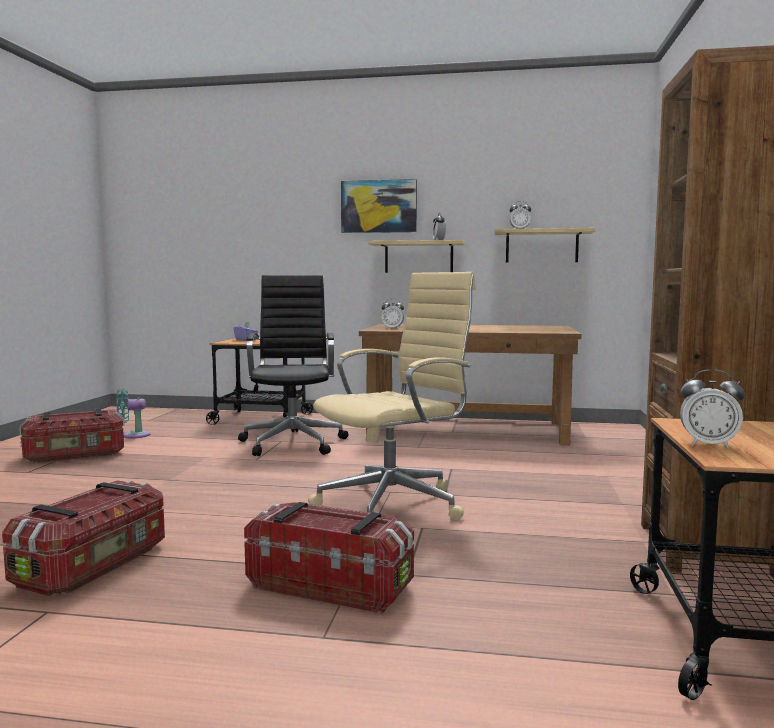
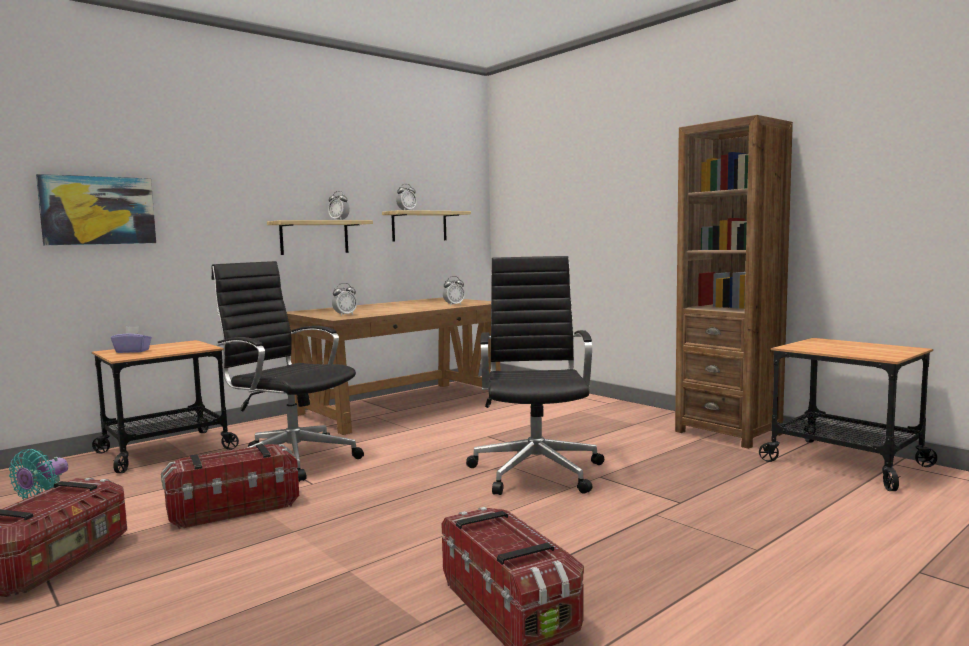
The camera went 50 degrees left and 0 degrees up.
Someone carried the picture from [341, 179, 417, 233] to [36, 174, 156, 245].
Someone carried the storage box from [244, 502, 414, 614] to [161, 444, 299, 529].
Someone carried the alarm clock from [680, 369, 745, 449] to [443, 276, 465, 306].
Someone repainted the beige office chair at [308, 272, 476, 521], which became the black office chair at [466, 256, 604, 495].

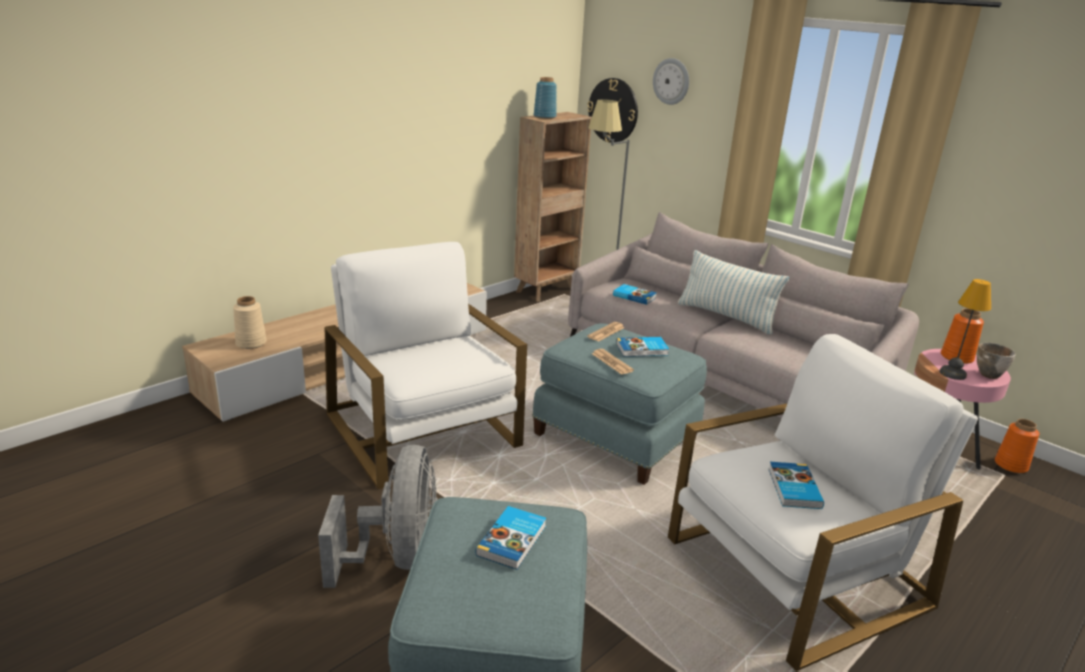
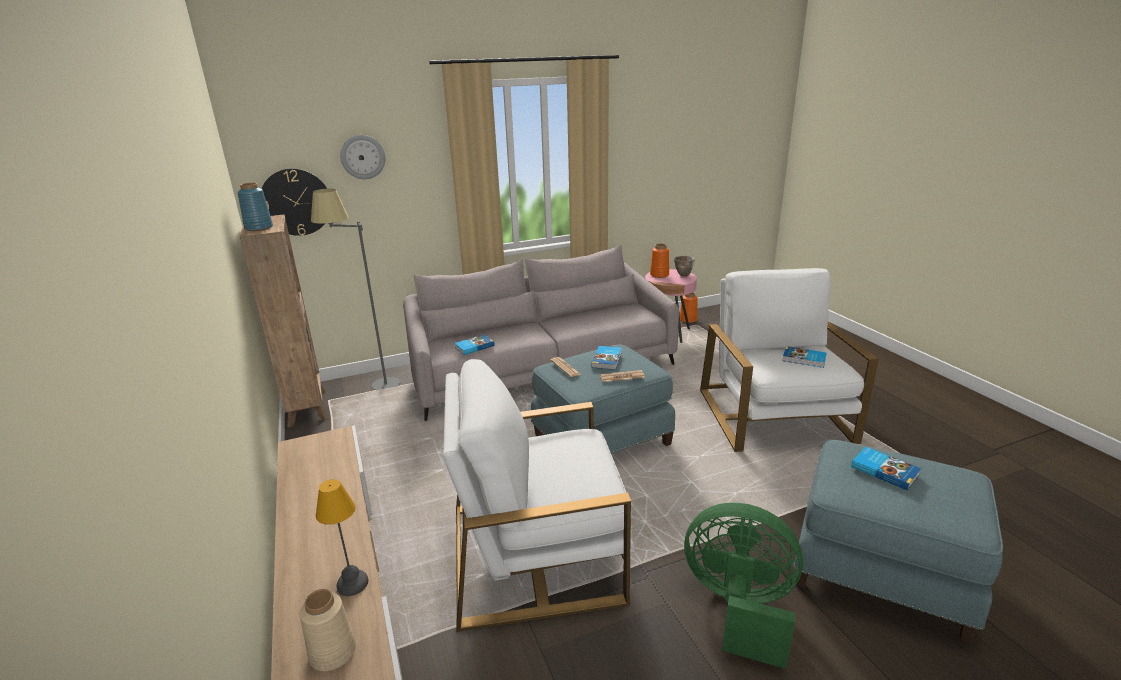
The camera went 65 degrees left and 0 degrees up.
Someone carried the table lamp from [940, 279, 991, 380] to [316, 479, 368, 596].
Someone repainted the grey fan at [318, 445, 438, 588], which became the green fan at [684, 503, 803, 669].
Someone took away the pillow at [678, 250, 790, 335].

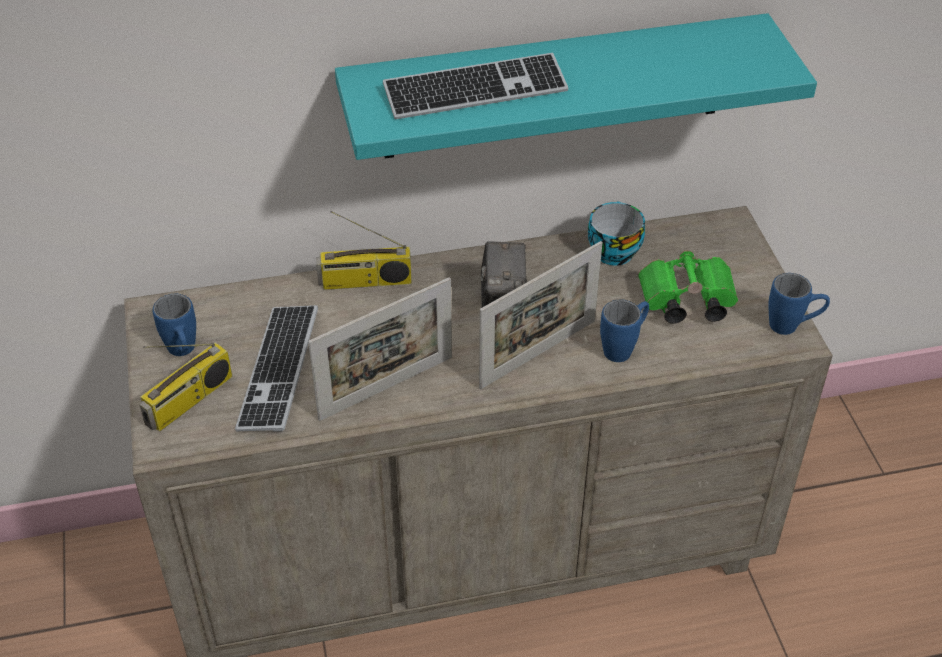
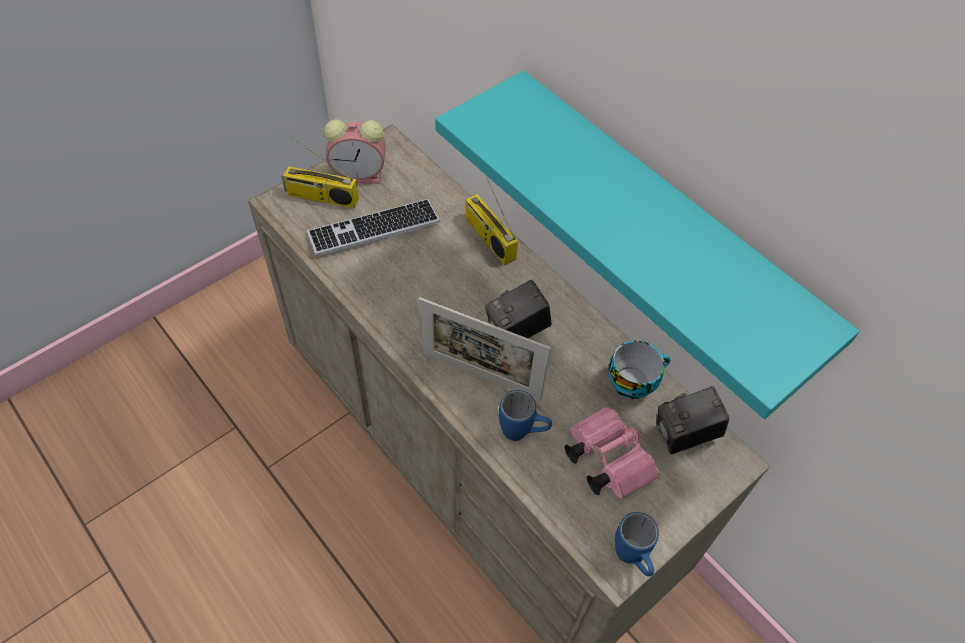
The camera went 60 degrees right and 10 degrees up.
Someone swapped the blue mug at [153, 294, 196, 356] for the alarm clock at [324, 119, 386, 184].
Someone repainted the green binoculars at [638, 250, 738, 323], which became the pink binoculars at [565, 407, 659, 499].
Someone put down the photo camera at [656, 386, 729, 454].
Someone took away the picture frame at [308, 277, 452, 421].
Someone took away the keyboard at [383, 53, 568, 119].

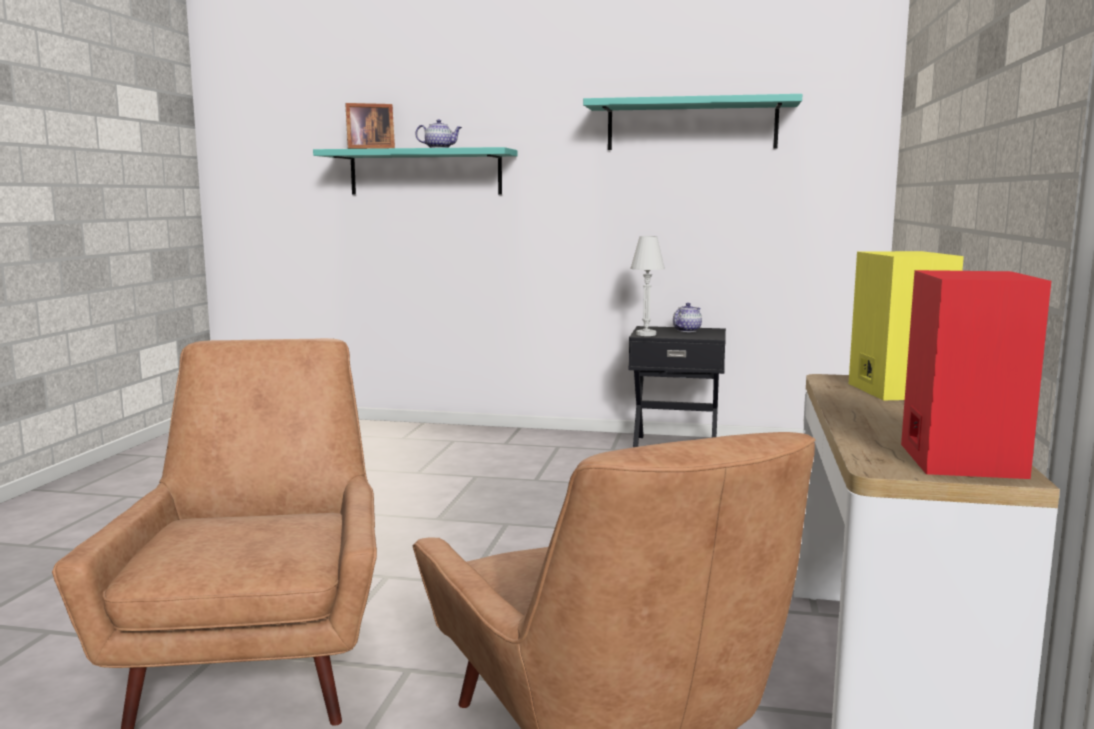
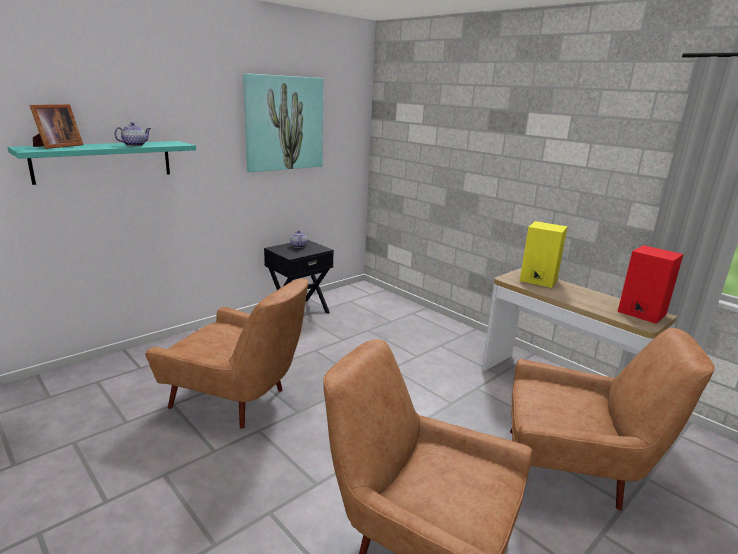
The camera went 55 degrees left and 10 degrees up.
Someone put down the brown armchair at [145, 278, 308, 429].
Someone swapped the turquoise shelf at [583, 94, 802, 150] for the picture at [243, 73, 324, 172].
Someone took away the white table lamp at [630, 236, 665, 336].

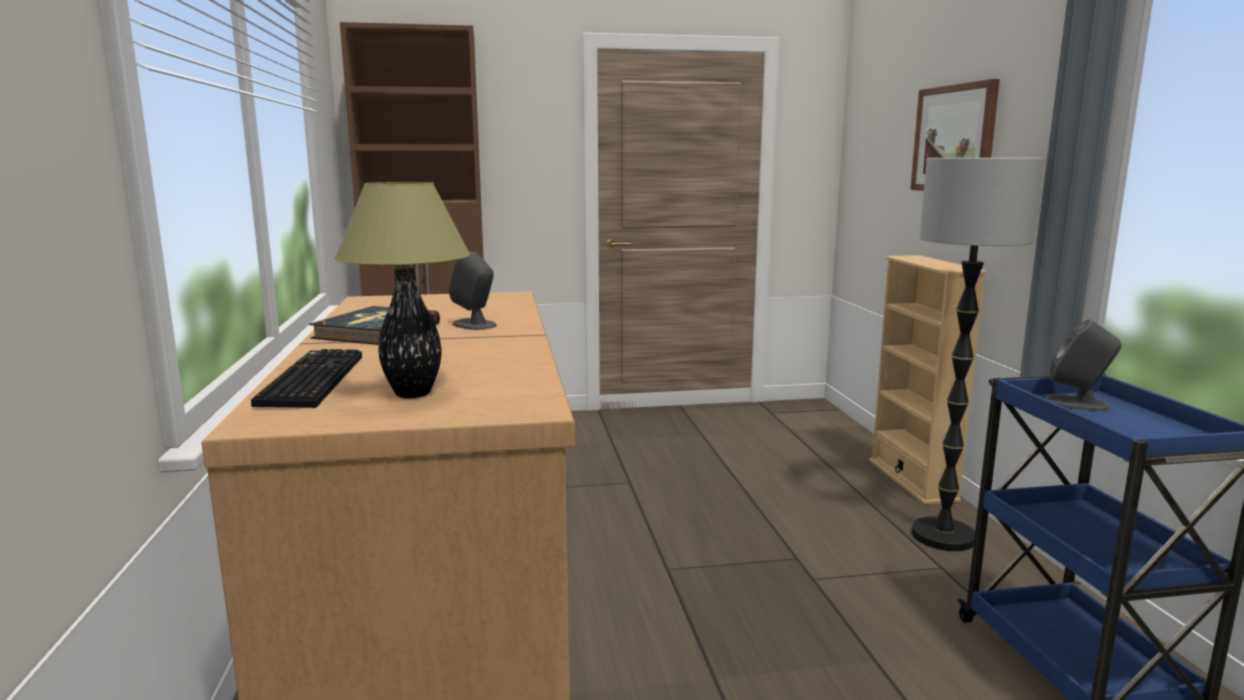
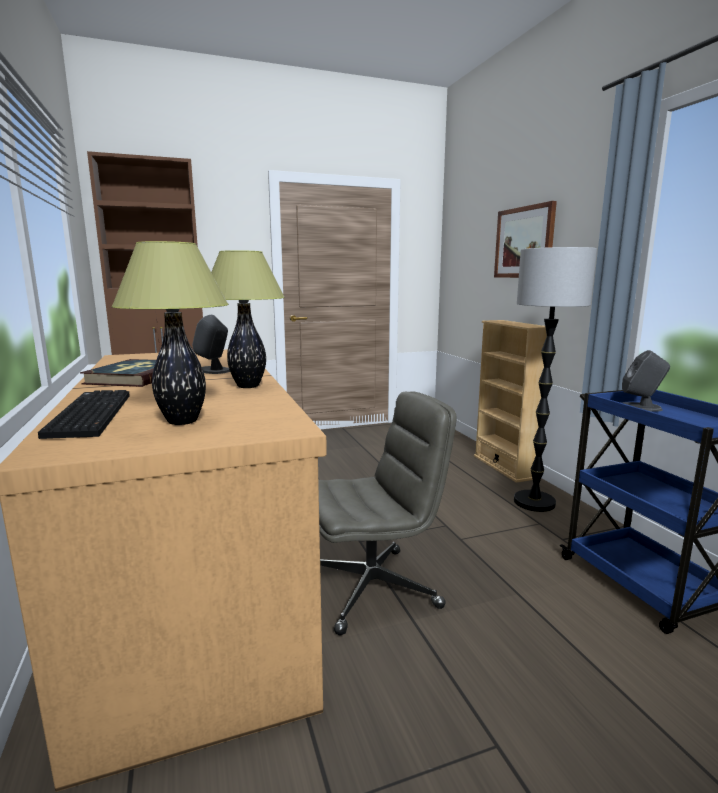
The camera went 10 degrees left and 0 degrees up.
Someone put down the table lamp at [211, 250, 285, 388].
Someone put down the grey office chair at [318, 391, 457, 635].

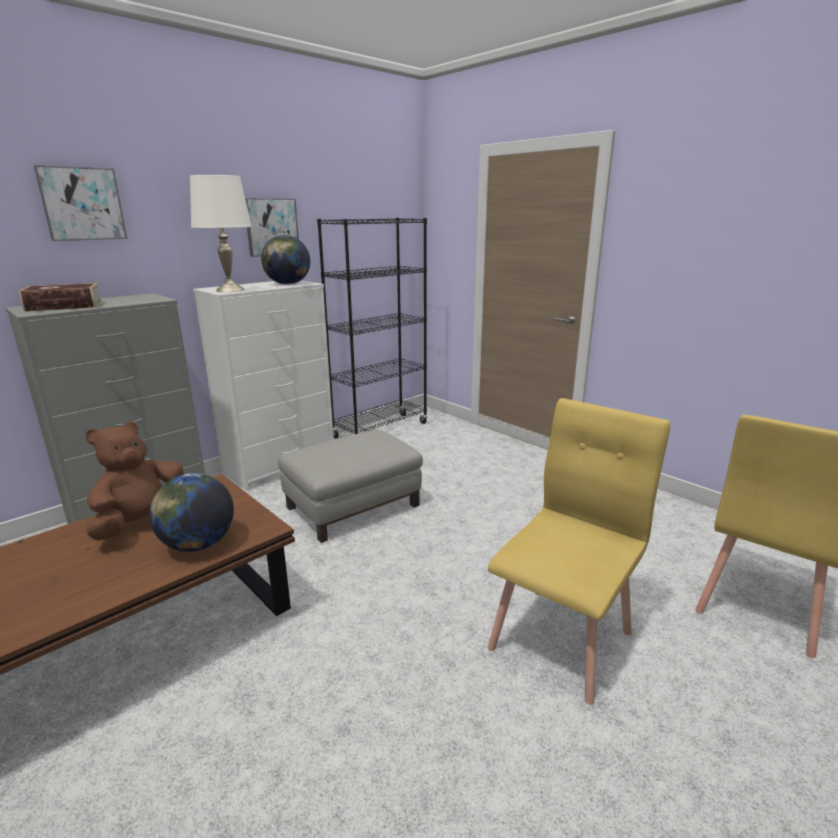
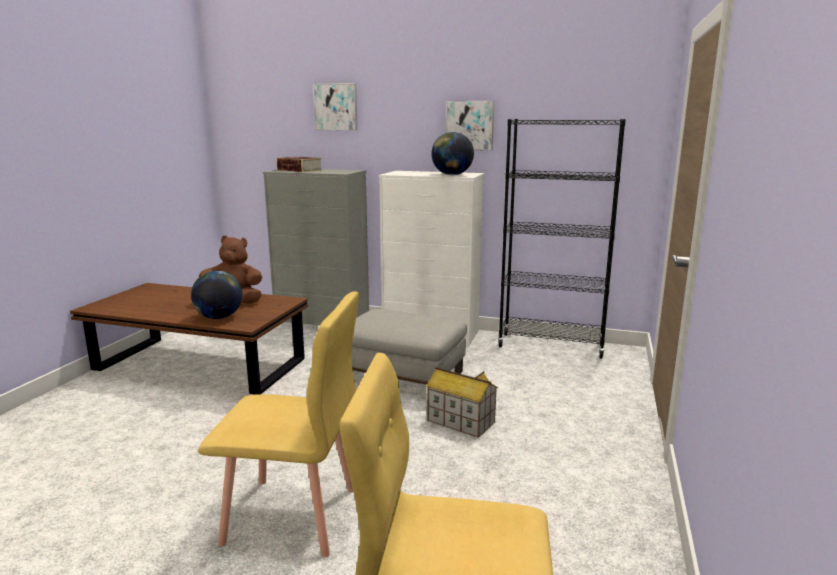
The camera went 60 degrees right and 5 degrees down.
Someone put down the toy house at [426, 367, 498, 438].
Someone took away the white table lamp at [190, 175, 252, 292].

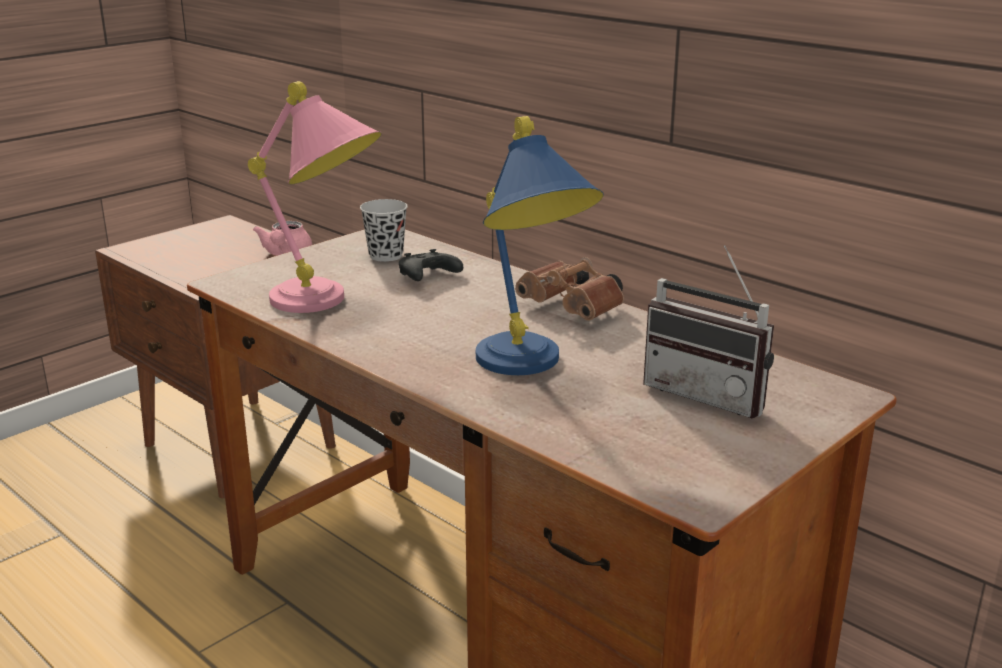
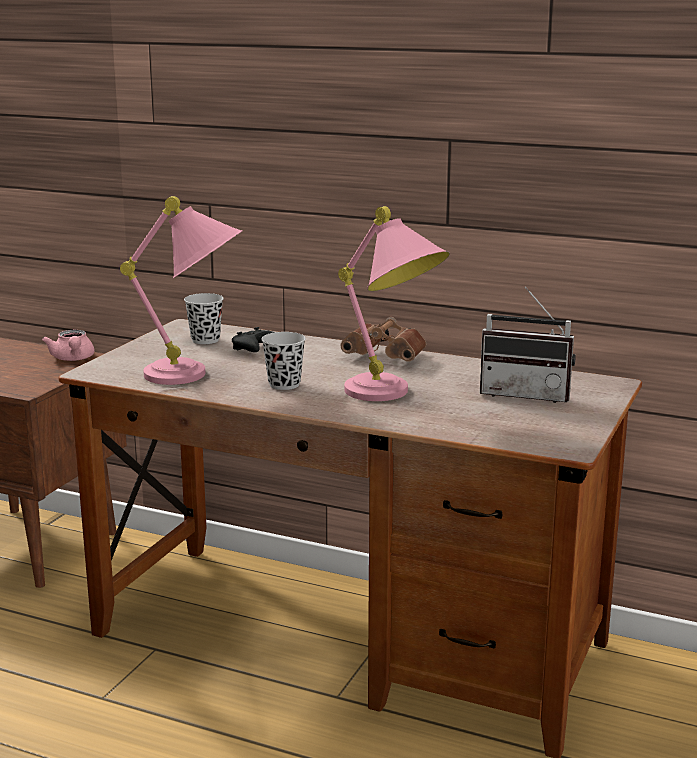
The camera went 20 degrees left and 5 degrees down.
Someone put down the black cup at [261, 332, 306, 390].
Someone repainted the blue table lamp at [476, 116, 604, 375], which became the pink table lamp at [338, 206, 450, 401].

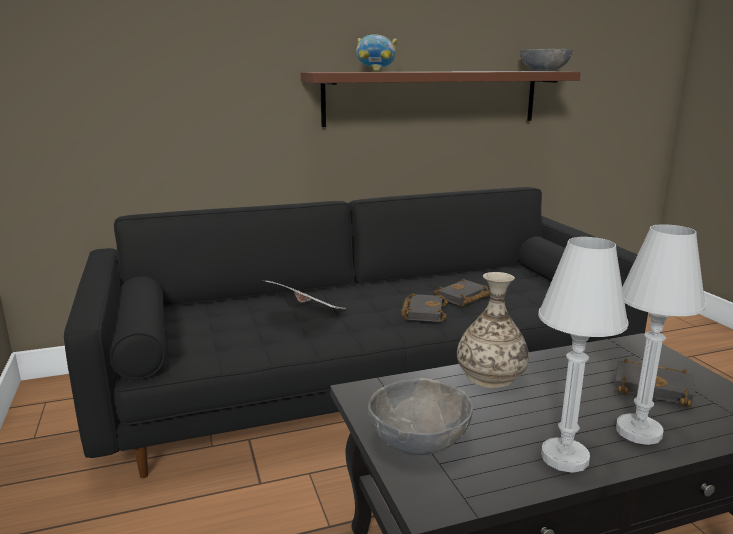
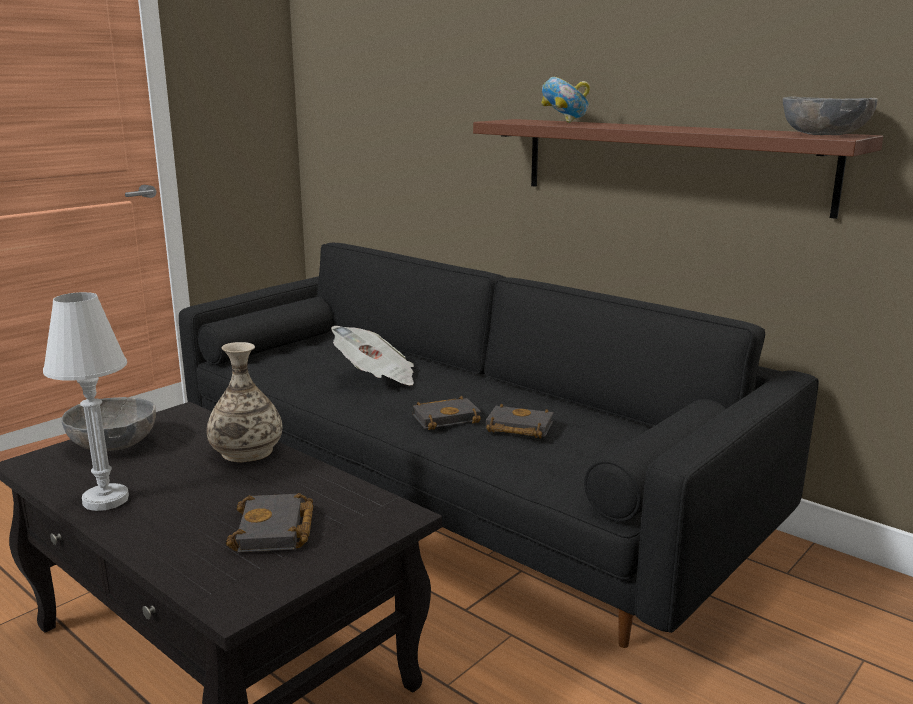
The camera went 60 degrees right and 0 degrees up.
Someone took away the white table lamp at [616, 224, 706, 445].

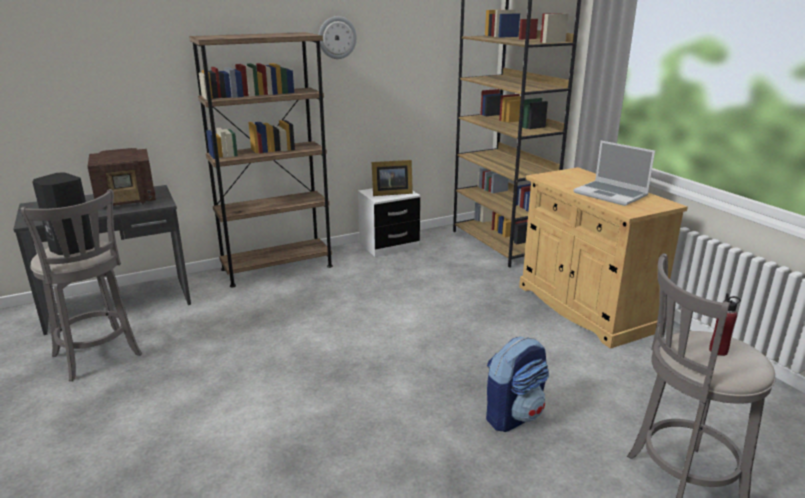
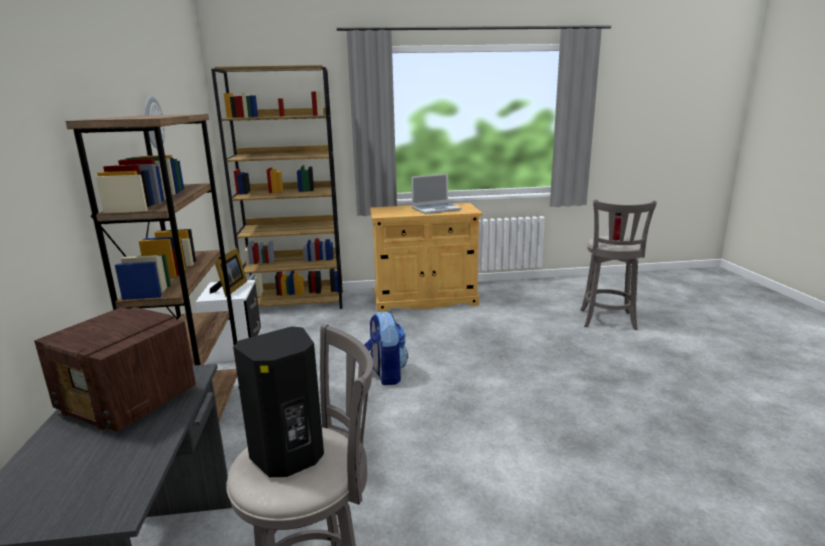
The camera went 70 degrees left and 5 degrees down.
Someone rotated the radio at [87, 148, 156, 206] by 120 degrees clockwise.
Someone carried the backpack from [486, 337, 549, 432] to [364, 311, 408, 385].

